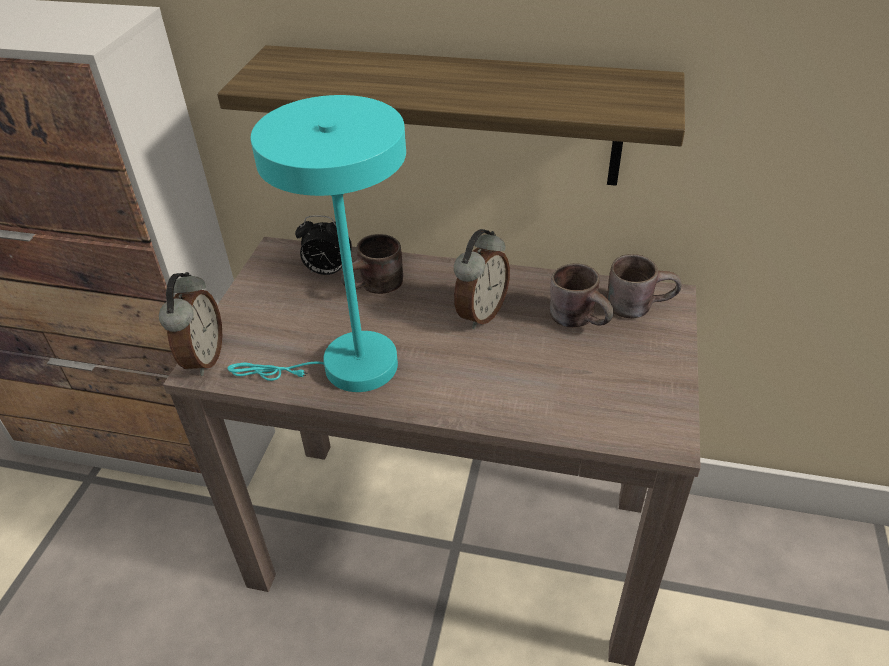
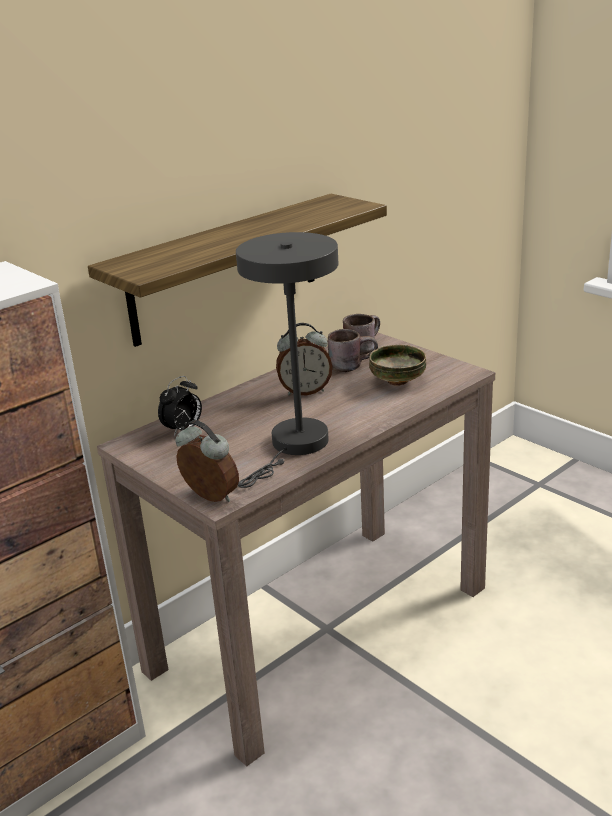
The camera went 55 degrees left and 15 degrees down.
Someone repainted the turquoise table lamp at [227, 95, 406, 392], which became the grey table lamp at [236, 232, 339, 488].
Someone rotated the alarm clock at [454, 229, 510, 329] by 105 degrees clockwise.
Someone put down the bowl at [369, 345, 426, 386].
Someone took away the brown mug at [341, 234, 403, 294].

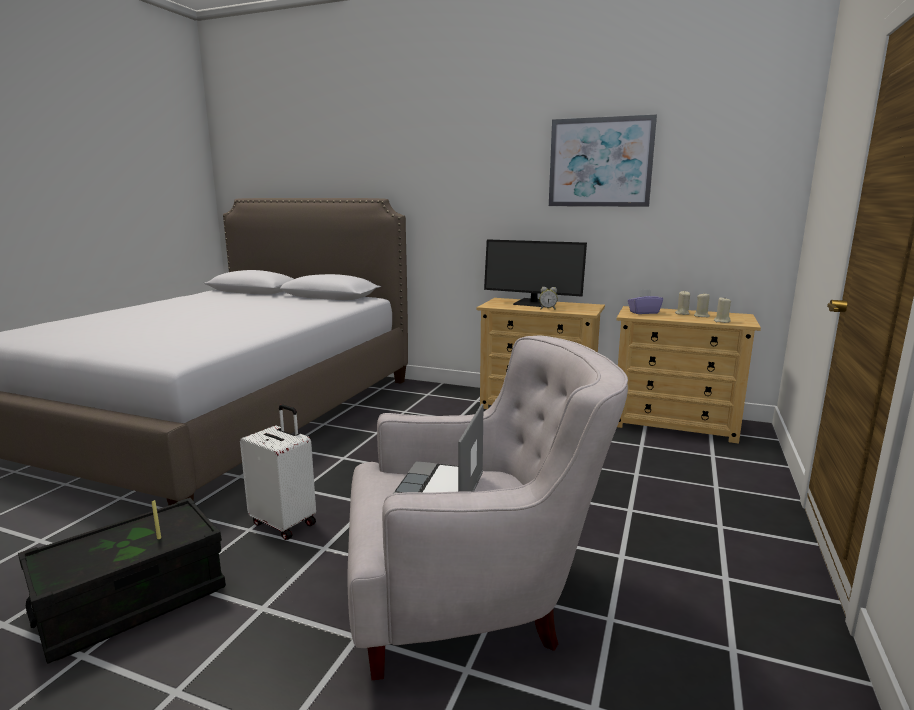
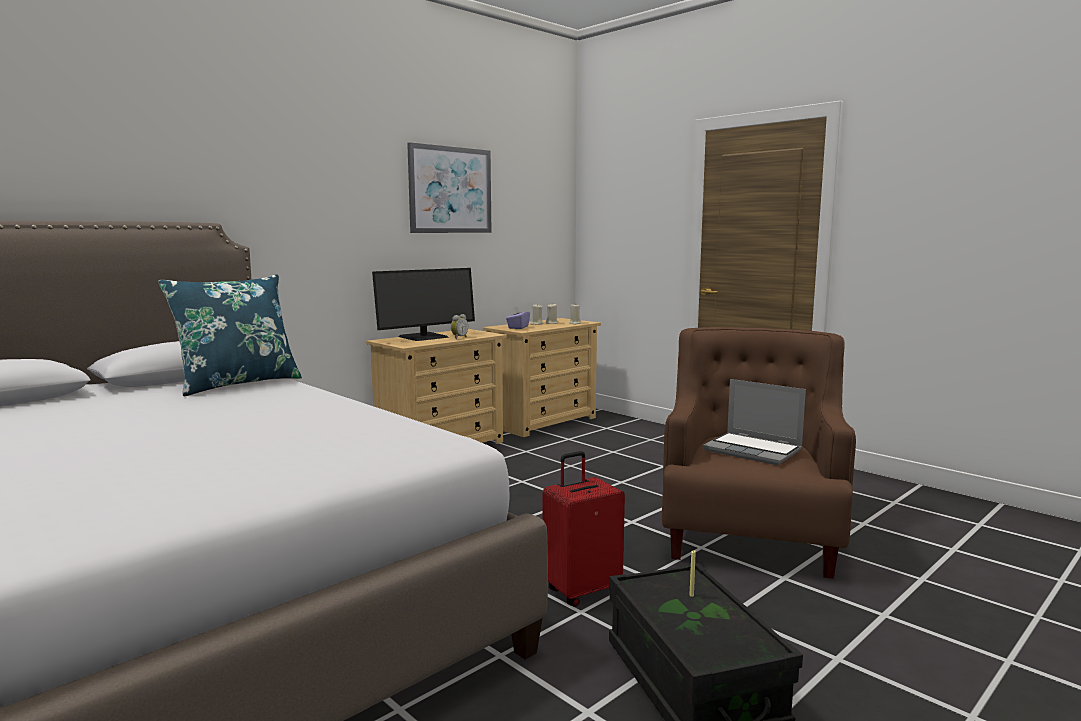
The camera went 65 degrees left and 5 degrees down.
Someone put down the blue pillow at [158, 274, 302, 396].
Someone repainted the white suitcase at [240, 404, 316, 540], which became the red suitcase at [543, 451, 625, 607].
Someone repainted the white armchair at [347, 336, 628, 680], which became the brown armchair at [662, 327, 856, 579].

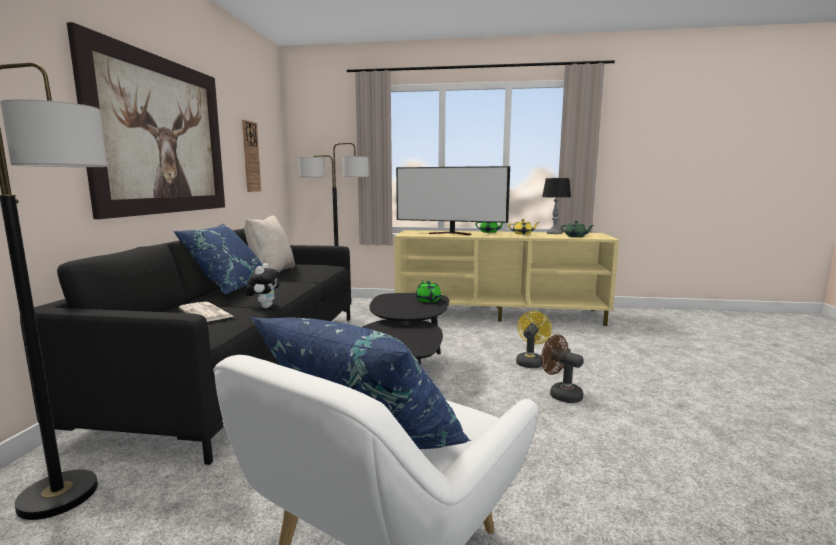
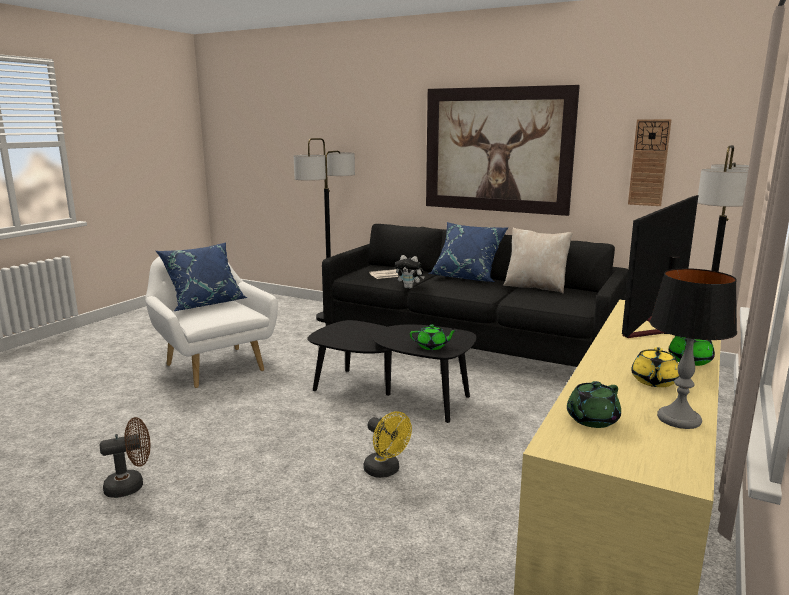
The camera went 110 degrees right and 5 degrees up.
Someone carried the brown fan from [541, 334, 584, 403] to [100, 417, 150, 498].

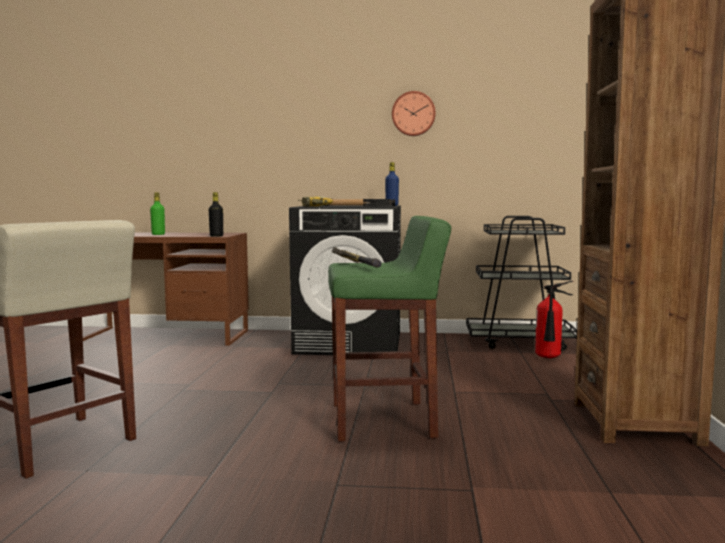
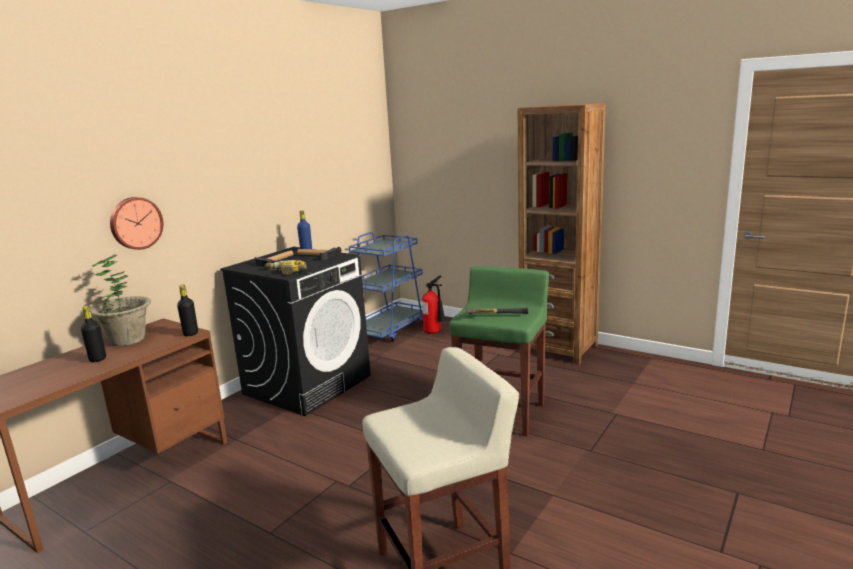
The camera went 60 degrees left and 10 degrees up.
Someone repainted the green bottle at [150, 192, 165, 235], which became the black bottle at [81, 306, 106, 362].
Someone put down the potted plant at [90, 254, 151, 346].
Someone carried the wall clock from [392, 91, 436, 136] to [110, 197, 163, 250].
Someone repainted the black cart at [466, 216, 577, 351], which became the blue cart at [349, 232, 423, 342].

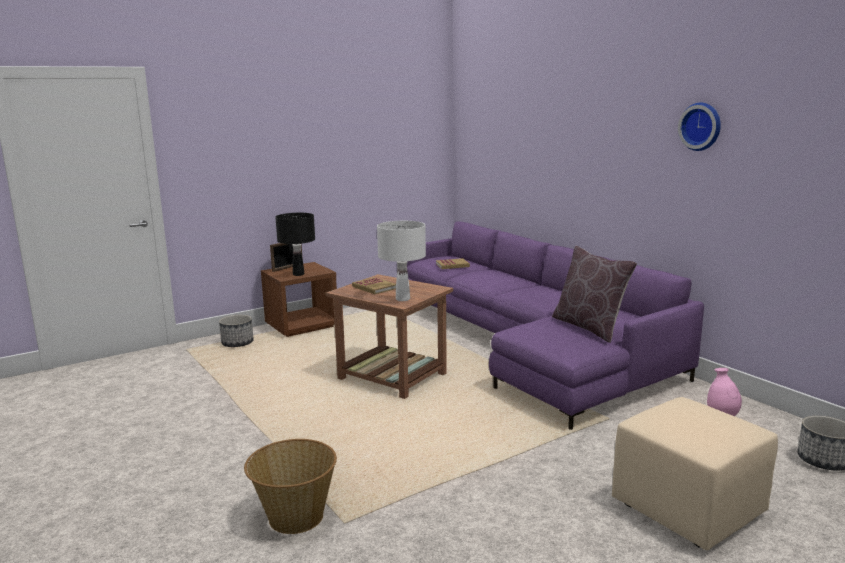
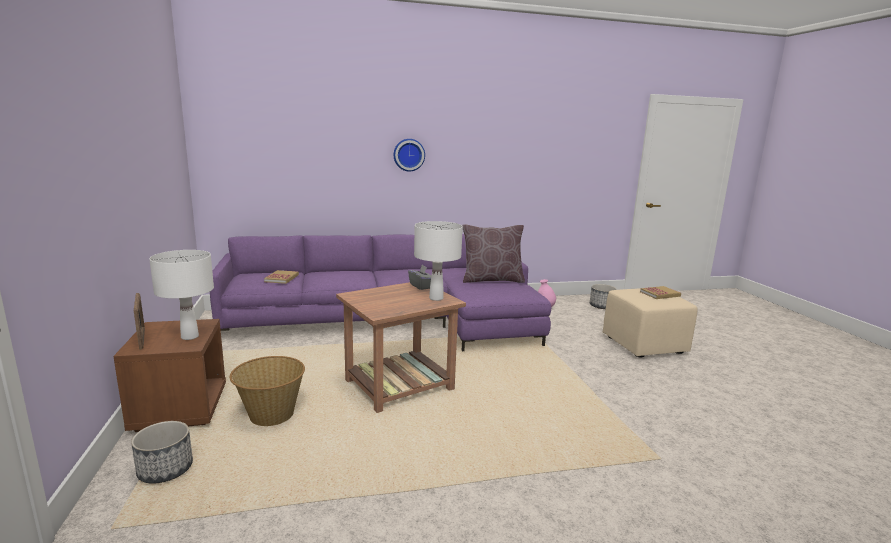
The camera went 70 degrees left and 0 degrees up.
Someone repainted the black table lamp at [276, 213, 315, 276], which became the white table lamp at [149, 250, 214, 340].
Someone carried the basket from [244, 439, 337, 534] to [230, 356, 305, 426].
Someone carried the wall clock from [678, 103, 721, 151] to [394, 139, 425, 171].
Someone put down the grey tissue box at [408, 265, 431, 290].
Someone carried the book from [352, 277, 396, 294] to [640, 286, 681, 299].

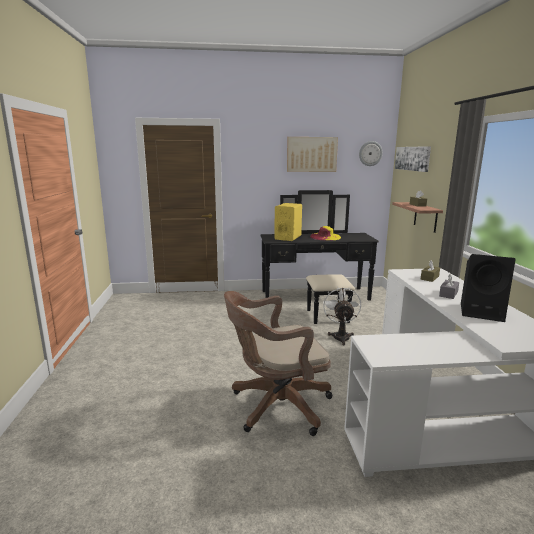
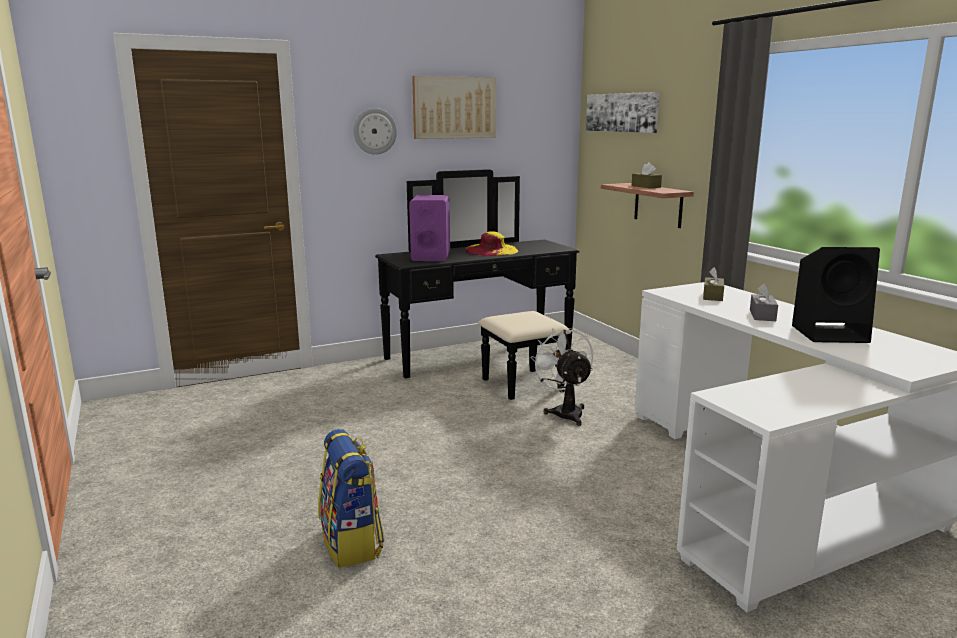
The camera went 20 degrees left and 0 degrees up.
Someone put down the backpack at [318, 429, 385, 568].
Someone carried the wall clock from [359, 141, 383, 166] to [353, 108, 397, 155].
Someone repainted the yellow speaker at [274, 203, 302, 241], which became the purple speaker at [409, 195, 450, 261].
Someone took away the brown office chair at [224, 291, 333, 436].

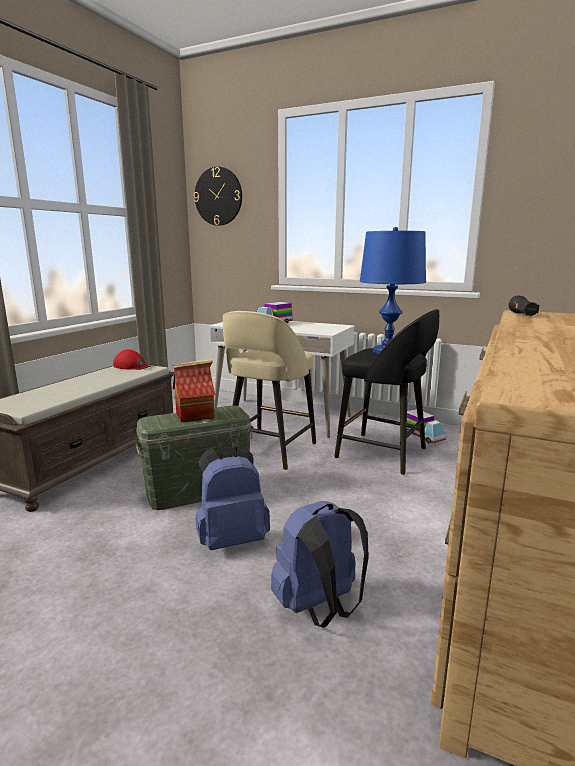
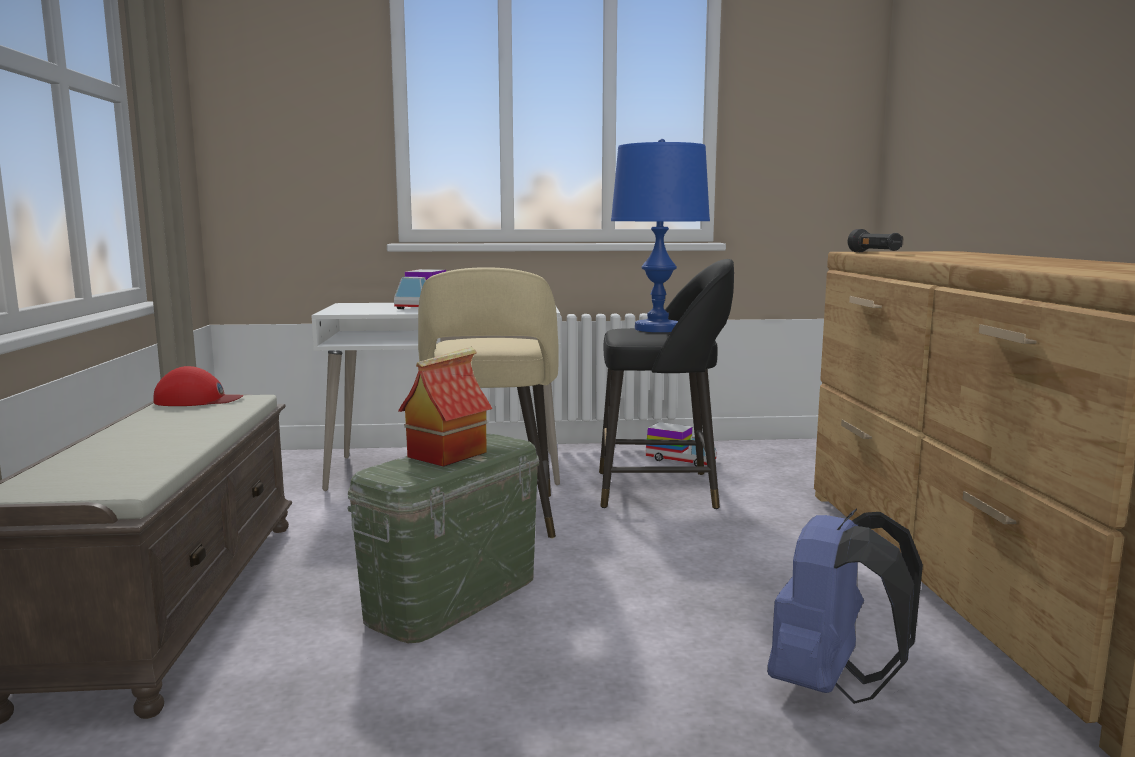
The camera went 30 degrees left and 5 degrees down.
Someone took away the wall clock at [194, 167, 242, 226].
Someone took away the blue backpack at [196, 445, 270, 550].

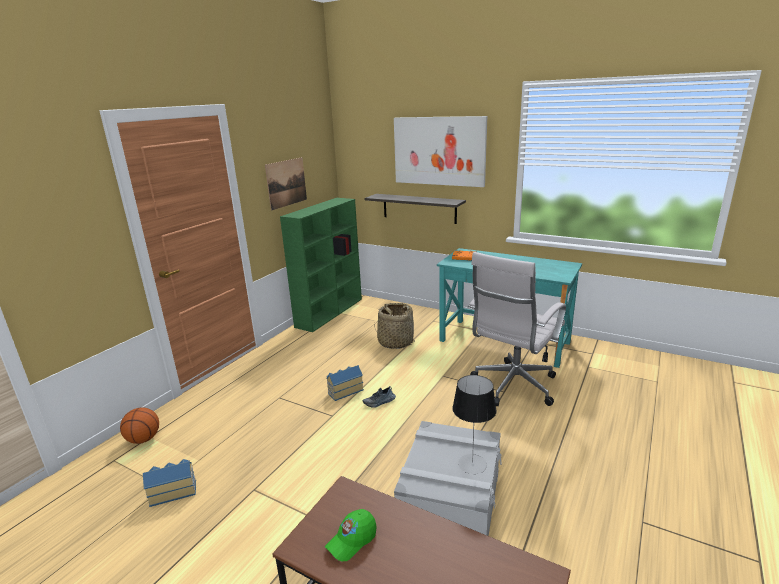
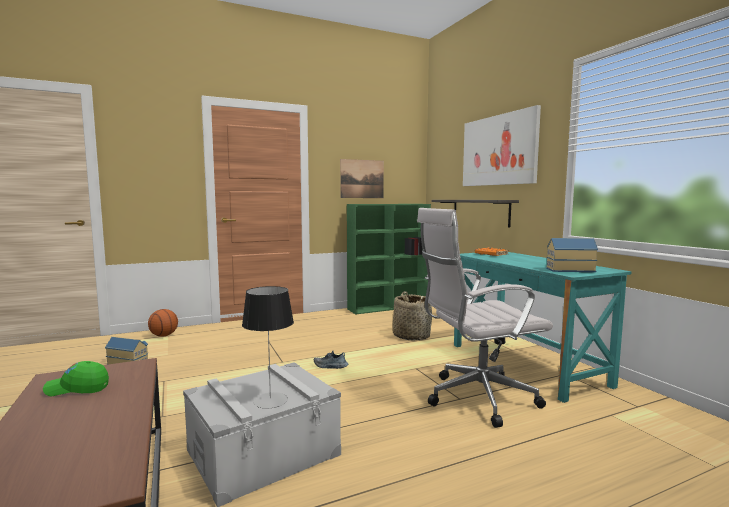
The camera went 35 degrees right and 15 degrees down.
Someone carried the toy house from [326, 365, 364, 401] to [546, 238, 598, 272].

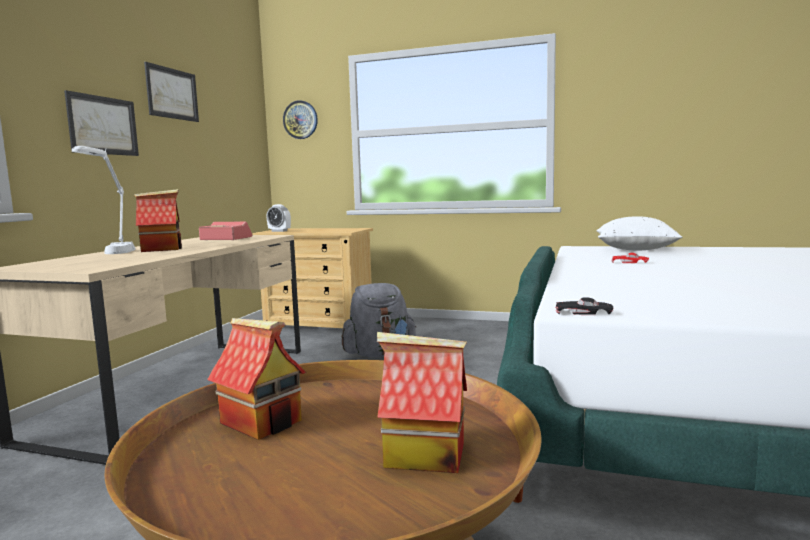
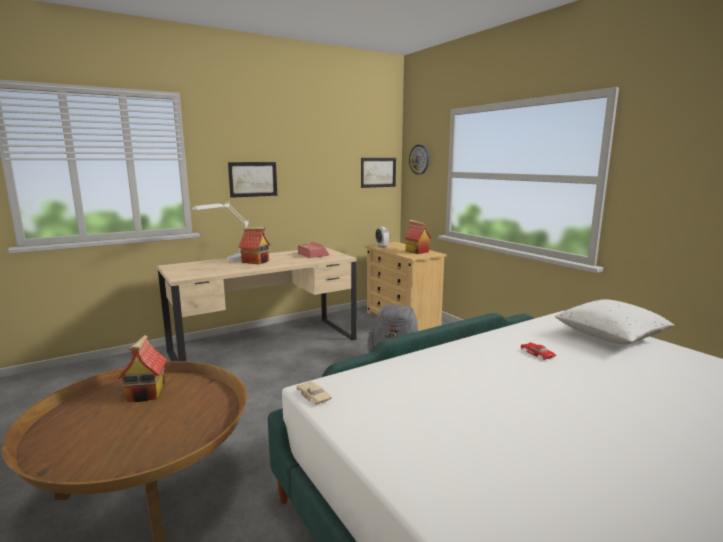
The camera went 40 degrees right and 5 degrees up.
Someone repainted the black toy car at [555, 297, 613, 315], which became the beige toy car at [296, 381, 332, 405].
Someone carried the picture from [144, 62, 199, 122] to [361, 158, 396, 188].
Someone carried the toy house from [377, 332, 467, 473] to [404, 220, 432, 254].

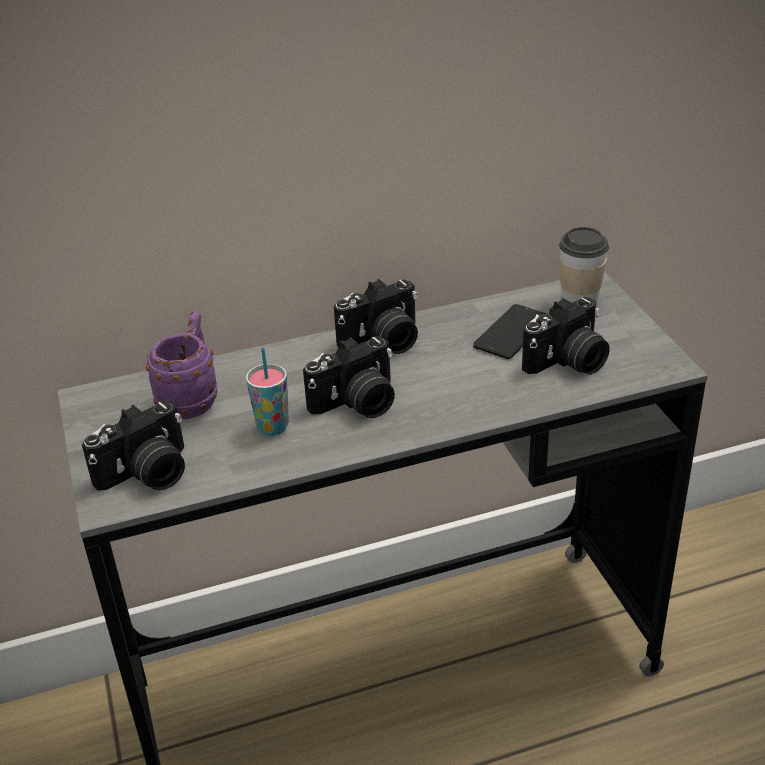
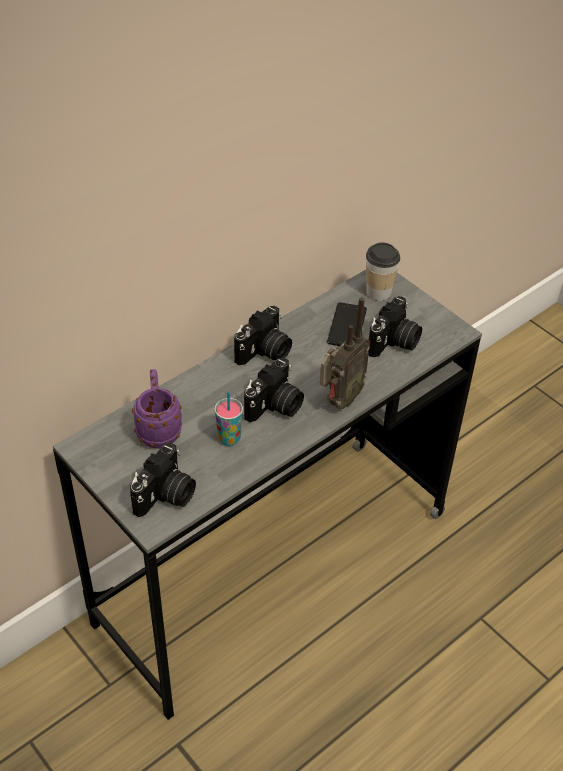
The camera went 25 degrees left and 10 degrees up.
Someone put down the radio at [320, 297, 370, 409].

